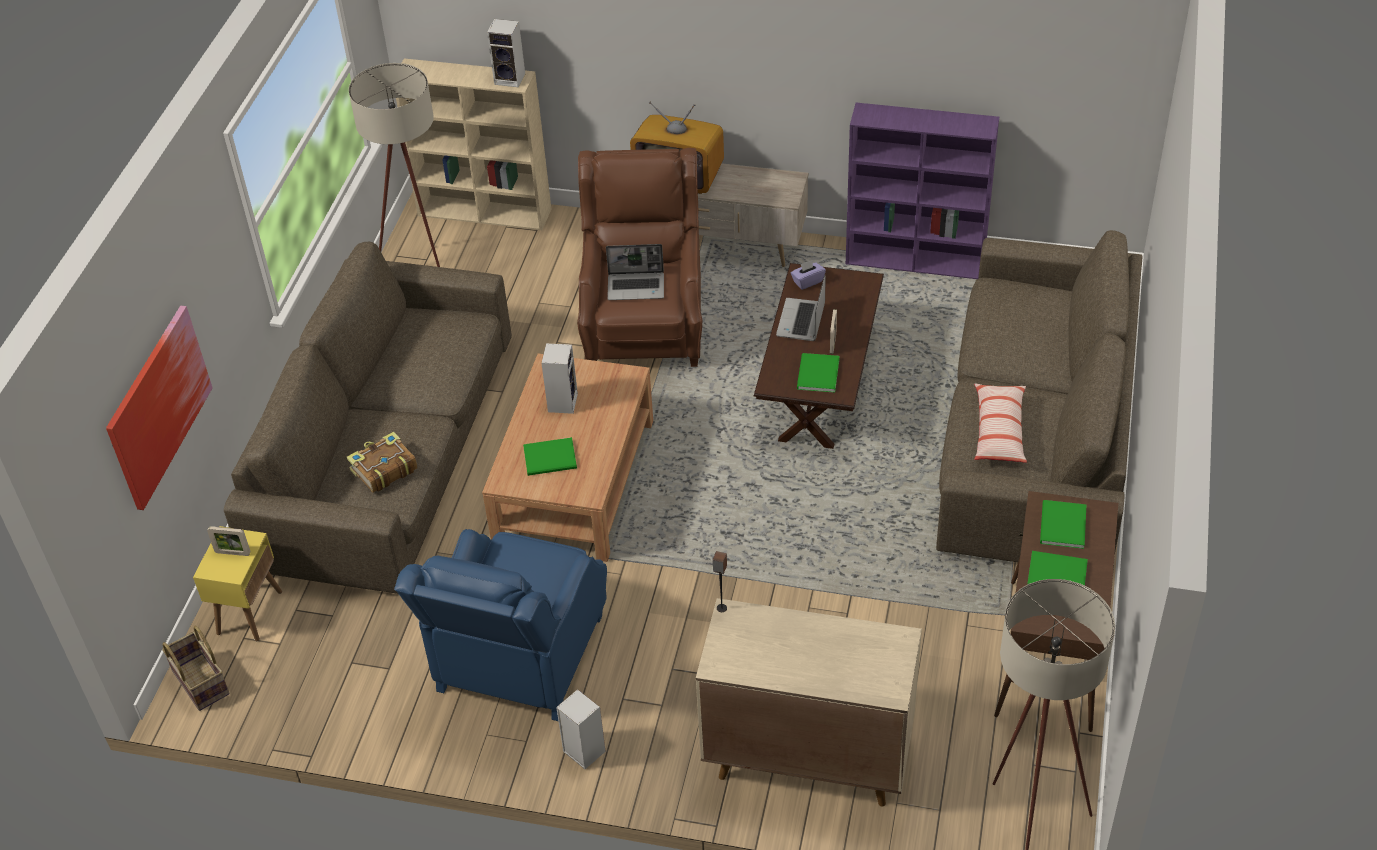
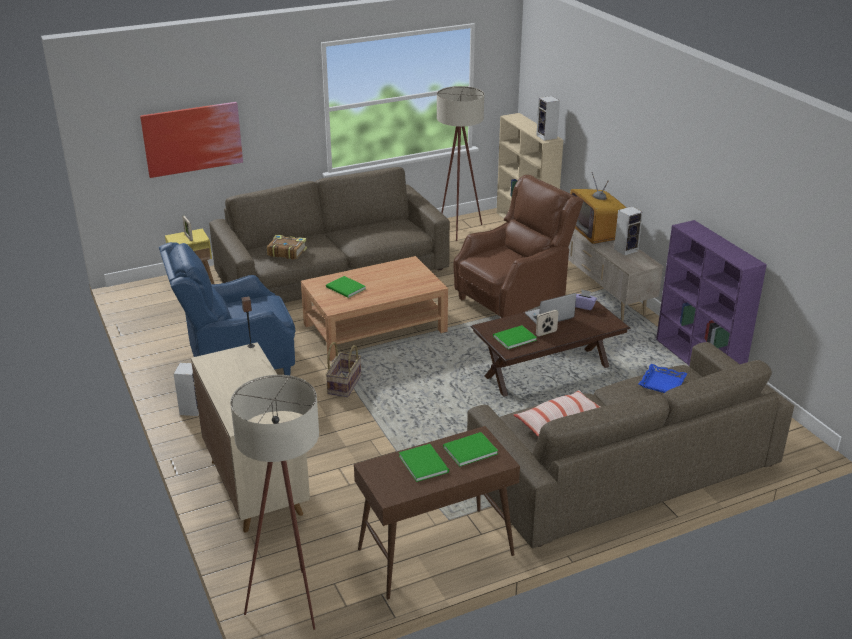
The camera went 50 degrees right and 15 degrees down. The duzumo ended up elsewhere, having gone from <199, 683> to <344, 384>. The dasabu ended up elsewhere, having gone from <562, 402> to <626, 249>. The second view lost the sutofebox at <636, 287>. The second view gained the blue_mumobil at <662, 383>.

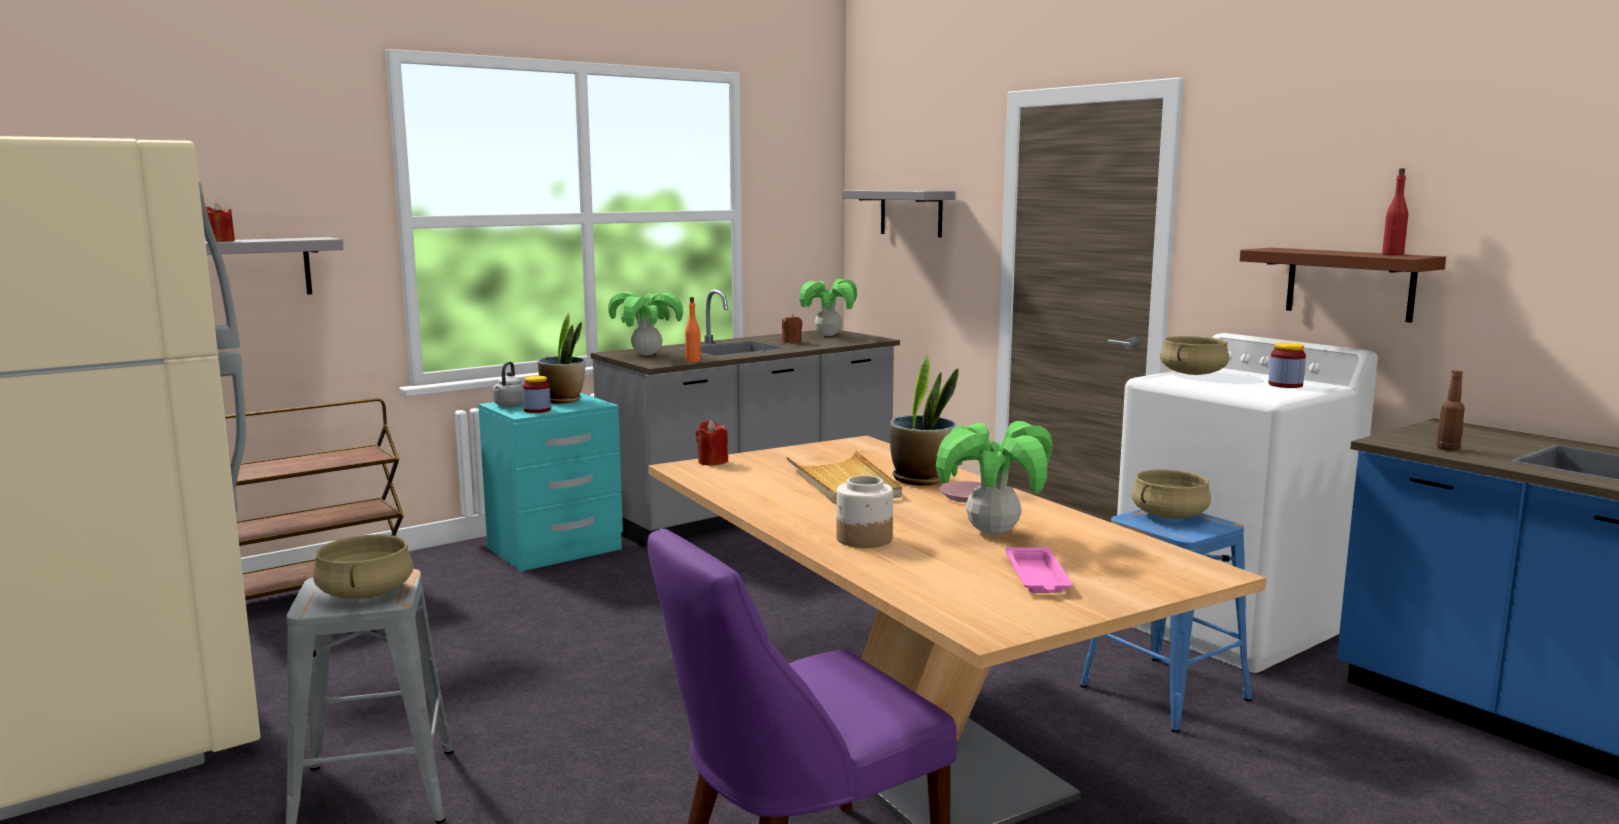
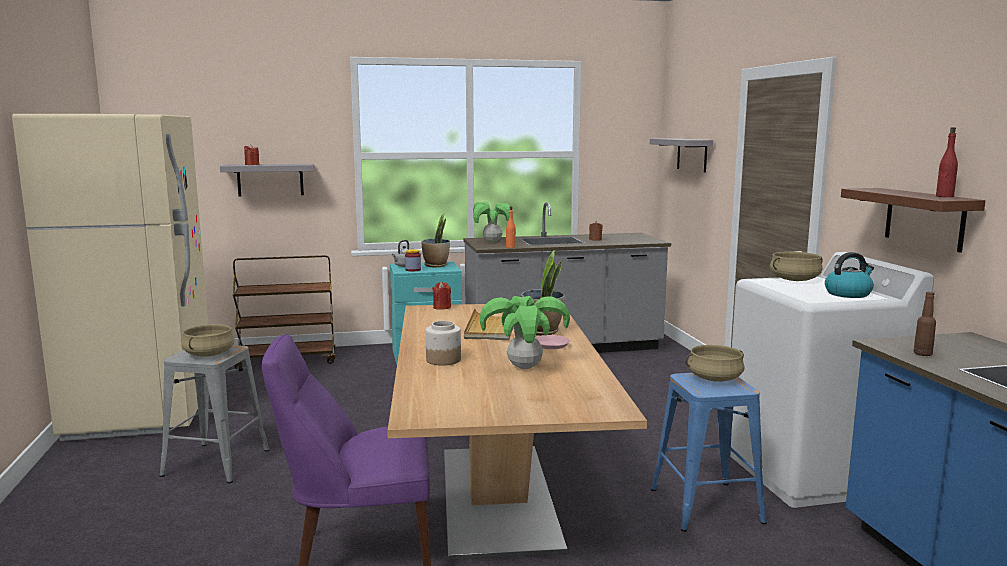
The camera went 25 degrees right and 0 degrees up. The second view lost the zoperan at <828, 335>. The second view lost the pink_mumobil at <1037, 577>. Where the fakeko stood at <1285, 385>, the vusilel came to stand at <848, 294>.

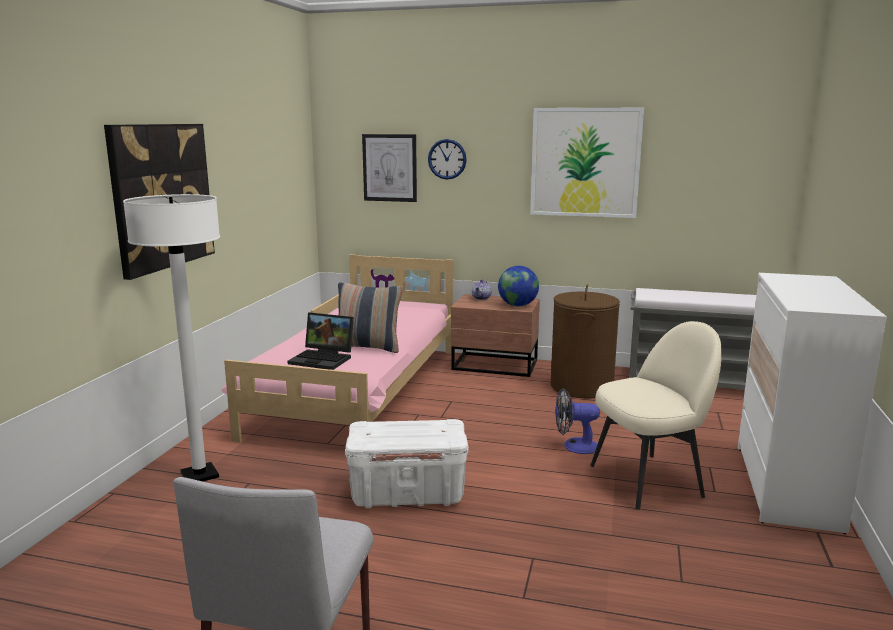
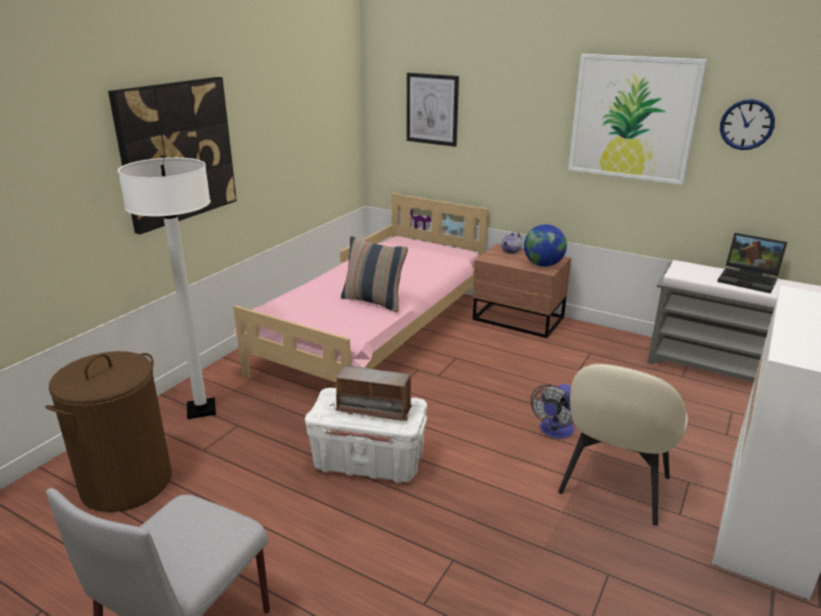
The camera went 15 degrees right and 10 degrees up. The sutofebox ended up elsewhere, having gone from <324, 359> to <749, 280>. The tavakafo ended up elsewhere, having gone from <447, 159> to <746, 124>. The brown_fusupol ended up elsewhere, having gone from <581, 387> to <126, 482>. The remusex at <574, 446> ended up facing another way, 75 degrees counterclockwise from before. The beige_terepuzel at <648, 480> ended up facing another way, 120 degrees clockwise from before. The second view gained the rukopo at <374, 409>.

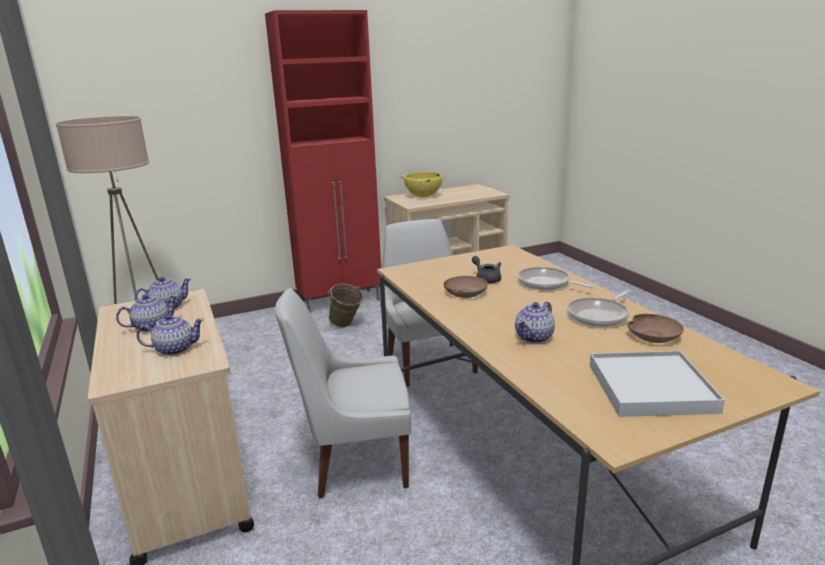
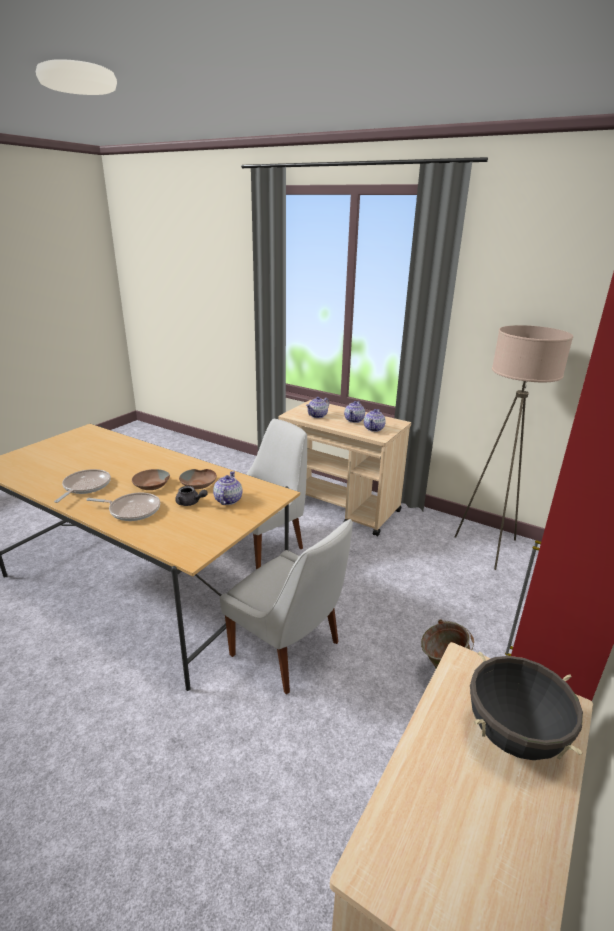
The camera went 145 degrees right and 5 degrees up. What was the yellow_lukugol at <423, 196> turned into the black_lukugol at <514, 735>. The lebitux ended up elsewhere, having gone from <534, 337> to <227, 500>. The second view lost the white_mumobil at <650, 387>. The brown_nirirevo ended up elsewhere, having gone from <654, 335> to <151, 485>.

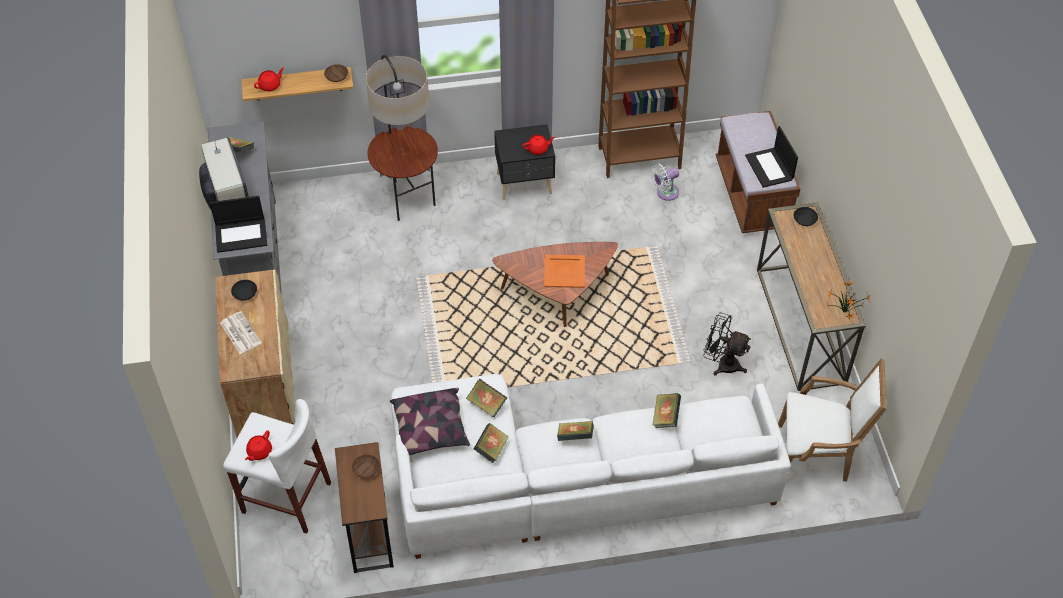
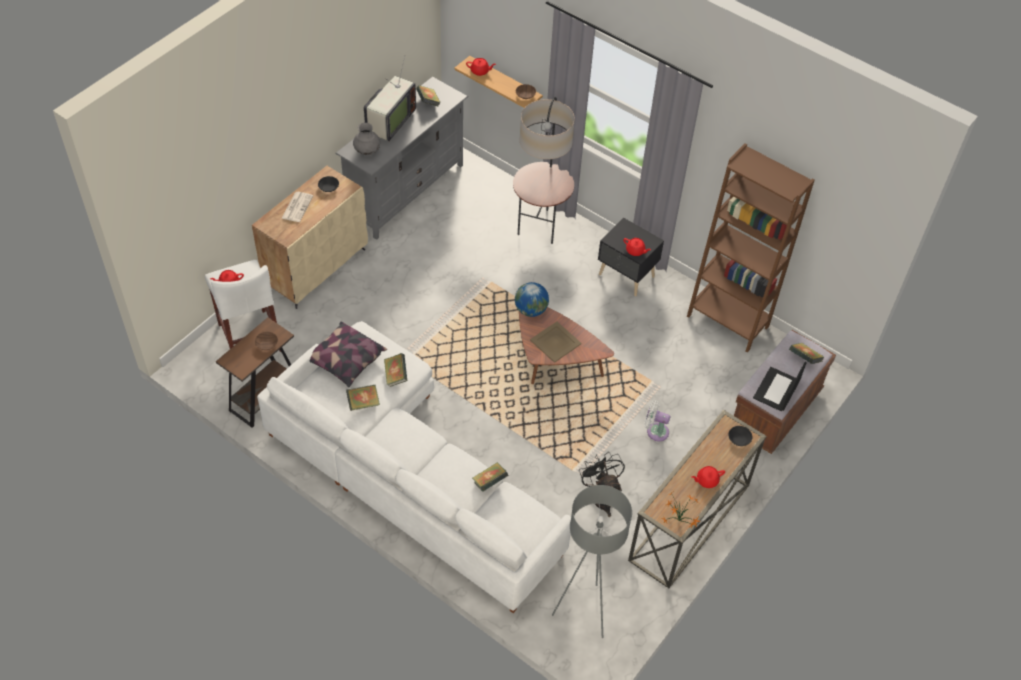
The camera went 45 degrees right and 0 degrees up. Where the sutofebox stood at <241, 235>, the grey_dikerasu came to stand at <367, 152>. What was the orange_mumobil at <564, 272> turned into the beige_mumobil at <555, 342>. The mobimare ended up elsewhere, having gone from <575, 437> to <804, 359>. The white_remusex ended up elsewhere, having gone from <665, 193> to <655, 431>. Where the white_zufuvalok stood at <818, 455>, the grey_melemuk came to stand at <584, 612>. The second view gained the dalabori at <531, 310>. The second view gained the red_lebitux at <706, 480>.

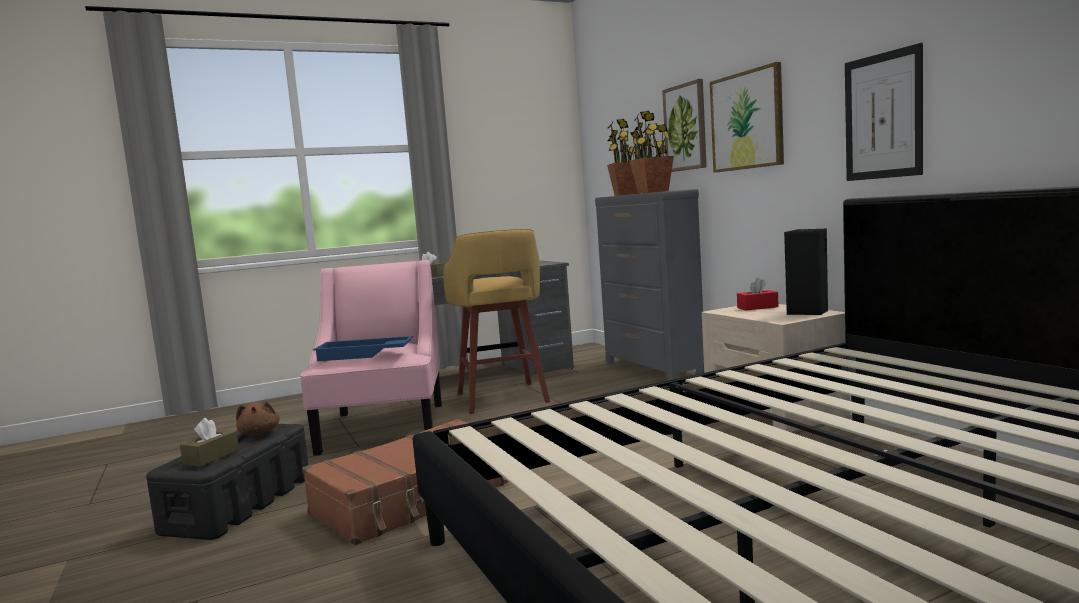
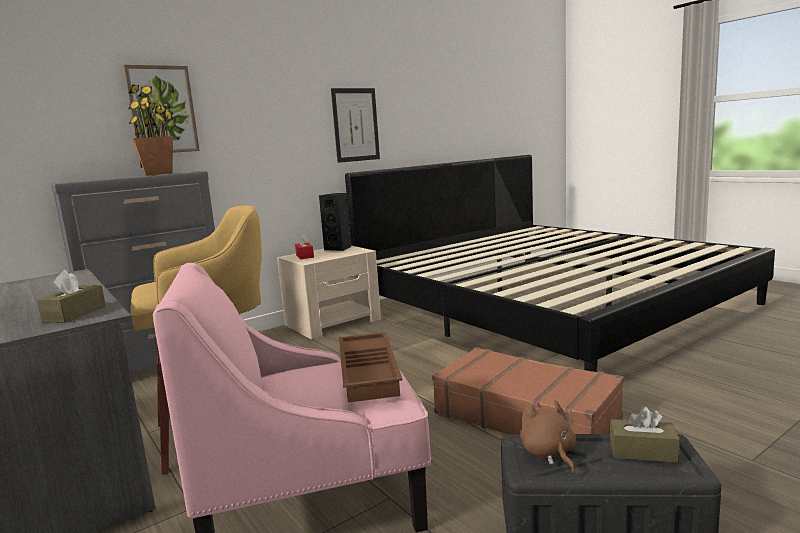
The camera went 100 degrees left and 5 degrees up. The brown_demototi at <259, 433> ended up facing another way, 75 degrees counterclockwise from before. What was the blue_mumobil at <364, 355> turned into the brown_mumobil at <370, 372>. The second view lost the zoperan at <627, 194>. The second view lost the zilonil at <747, 121>.

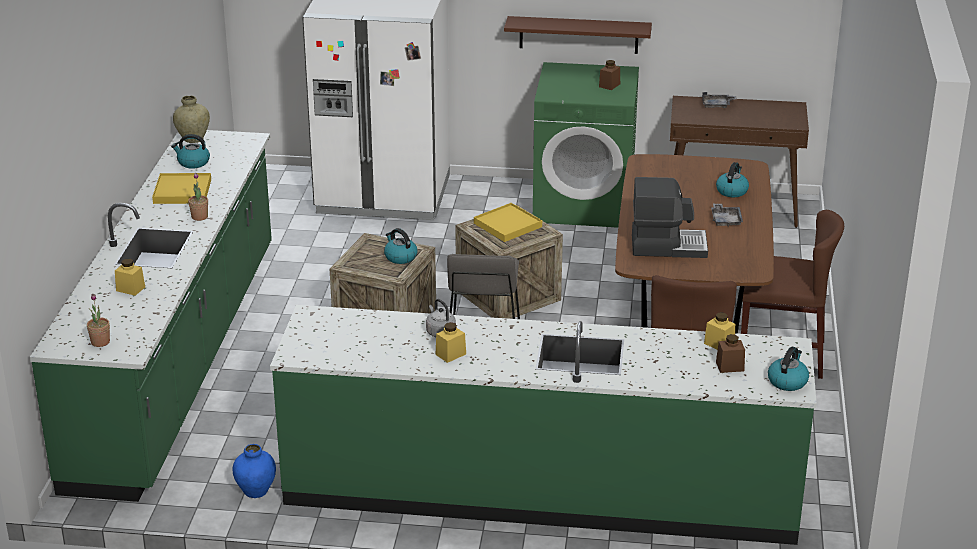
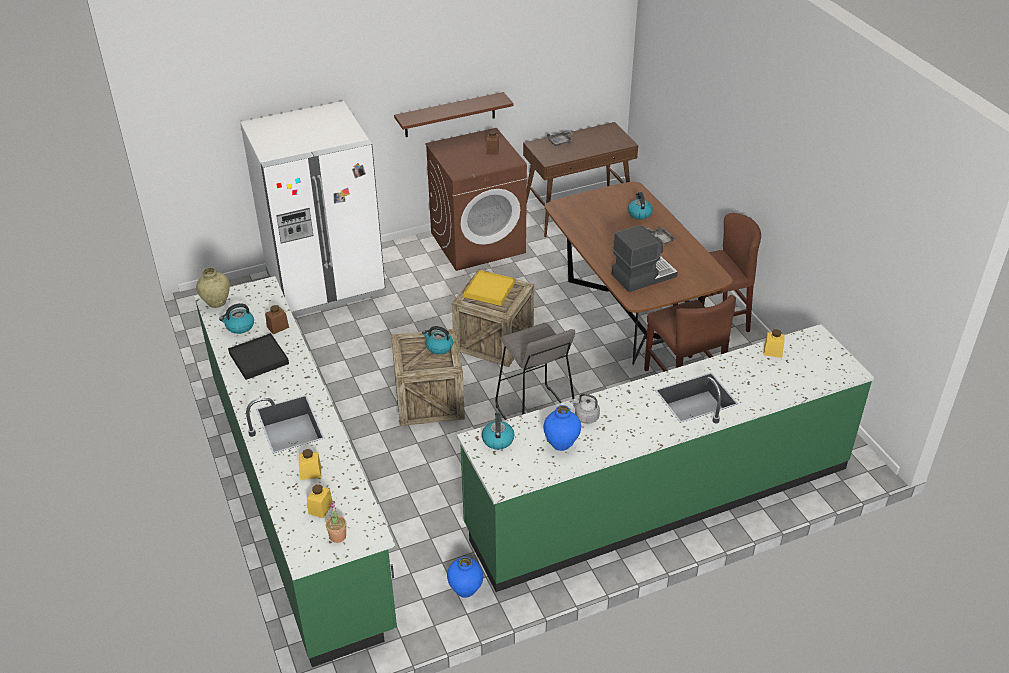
The camera went 30 degrees left and 10 degrees up. What was the yellow_mumobil at <182, 191> turned into the black_mumobil at <258, 358>. The second view lost the zoperan at <199, 217>. The yellow_fakeko ended up elsewhere, having gone from <450, 354> to <320, 508>. What was the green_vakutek at <584, 204> turned into the brown_vakutek at <478, 242>. The brown_fakeko ended up elsewhere, having gone from <730, 366> to <278, 327>. The vusilel ended up elsewhere, having gone from <787, 381> to <497, 439>. The second view gained the blue_dikerasu at <561, 443>.

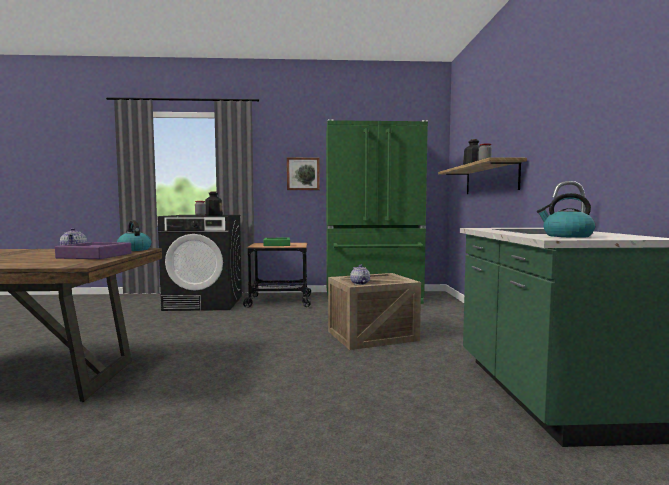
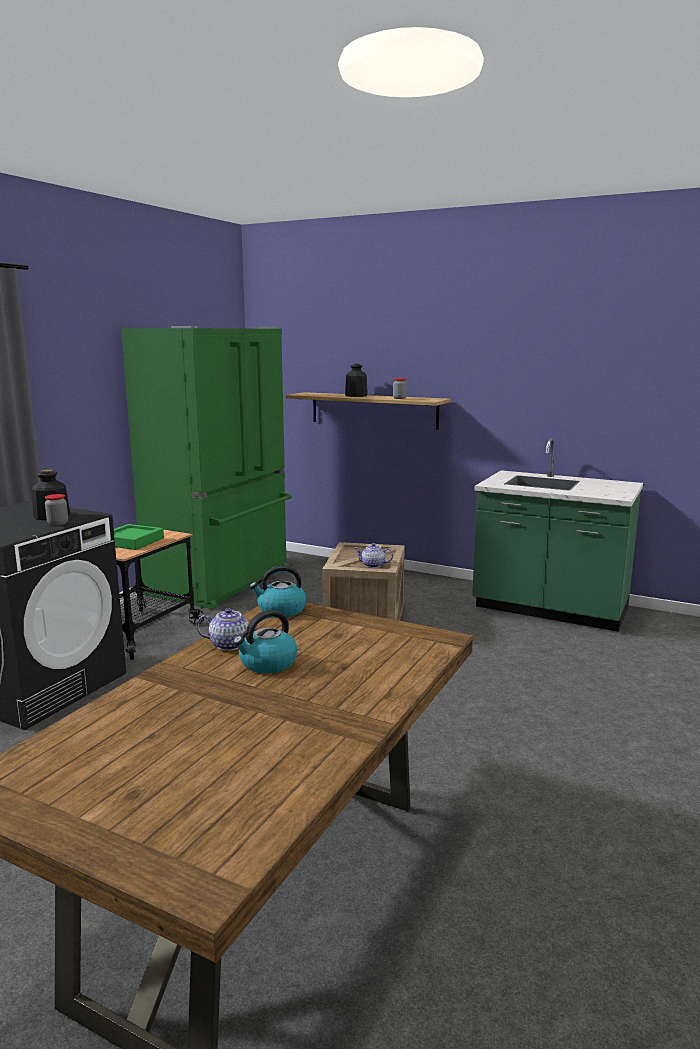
The camera went 60 degrees left and 10 degrees up. The second view lost the purple_mumobil at <95, 256>. The second view lost the zilonil at <303, 174>. The vusilel ended up elsewhere, having gone from <566, 236> to <267, 663>.

